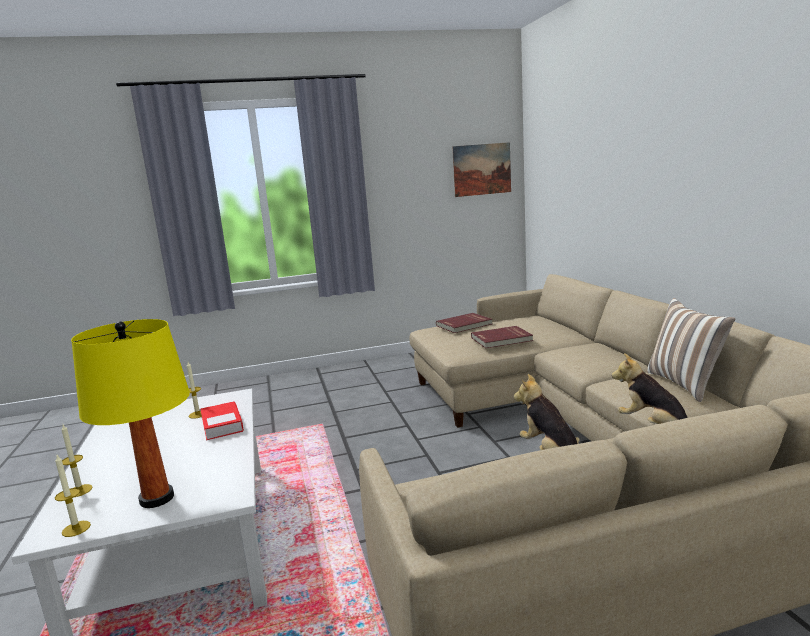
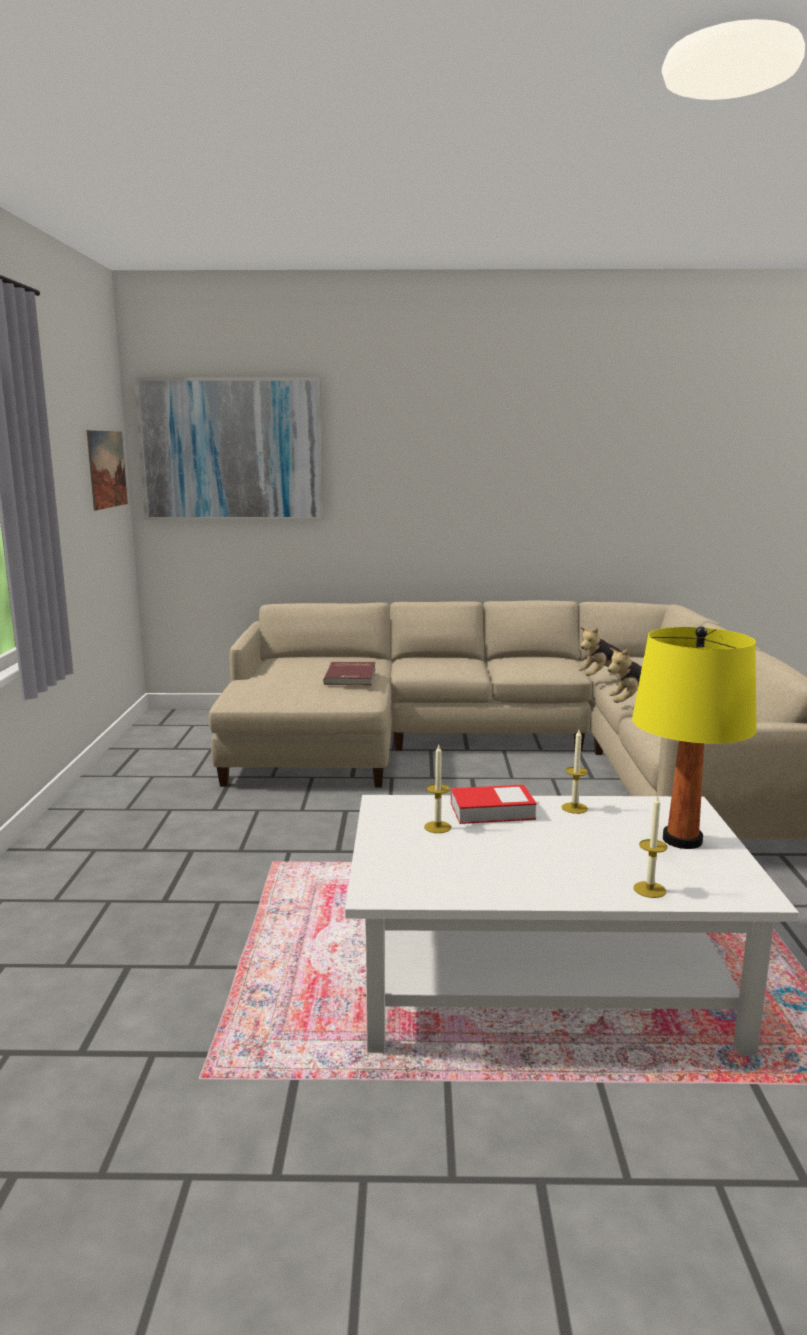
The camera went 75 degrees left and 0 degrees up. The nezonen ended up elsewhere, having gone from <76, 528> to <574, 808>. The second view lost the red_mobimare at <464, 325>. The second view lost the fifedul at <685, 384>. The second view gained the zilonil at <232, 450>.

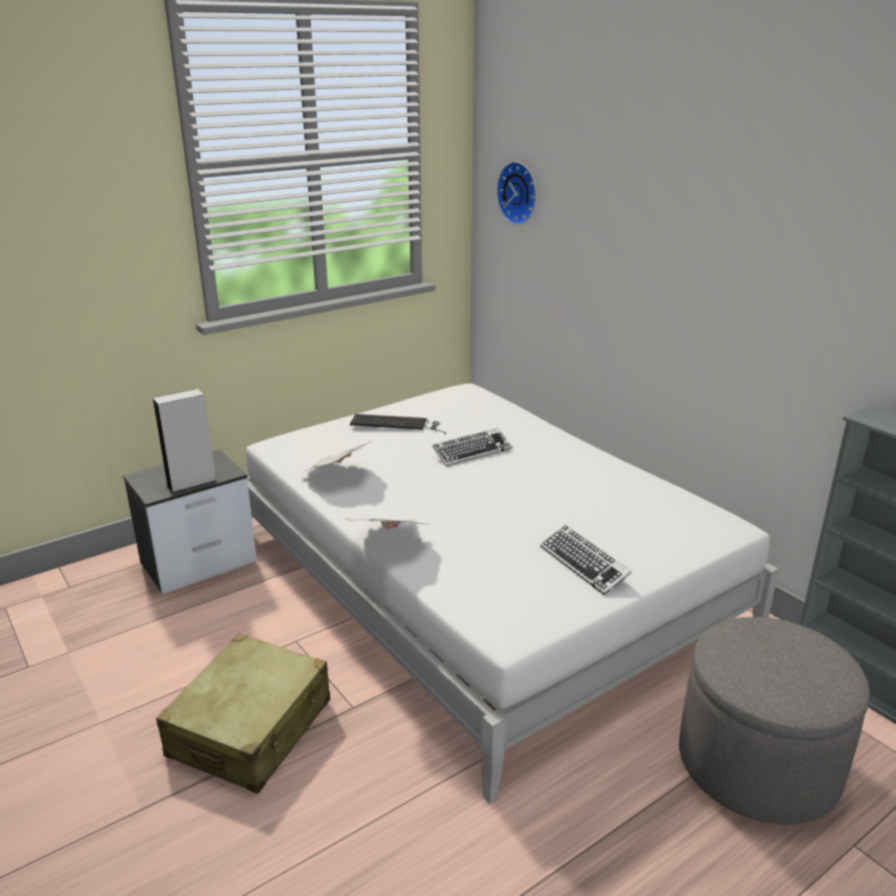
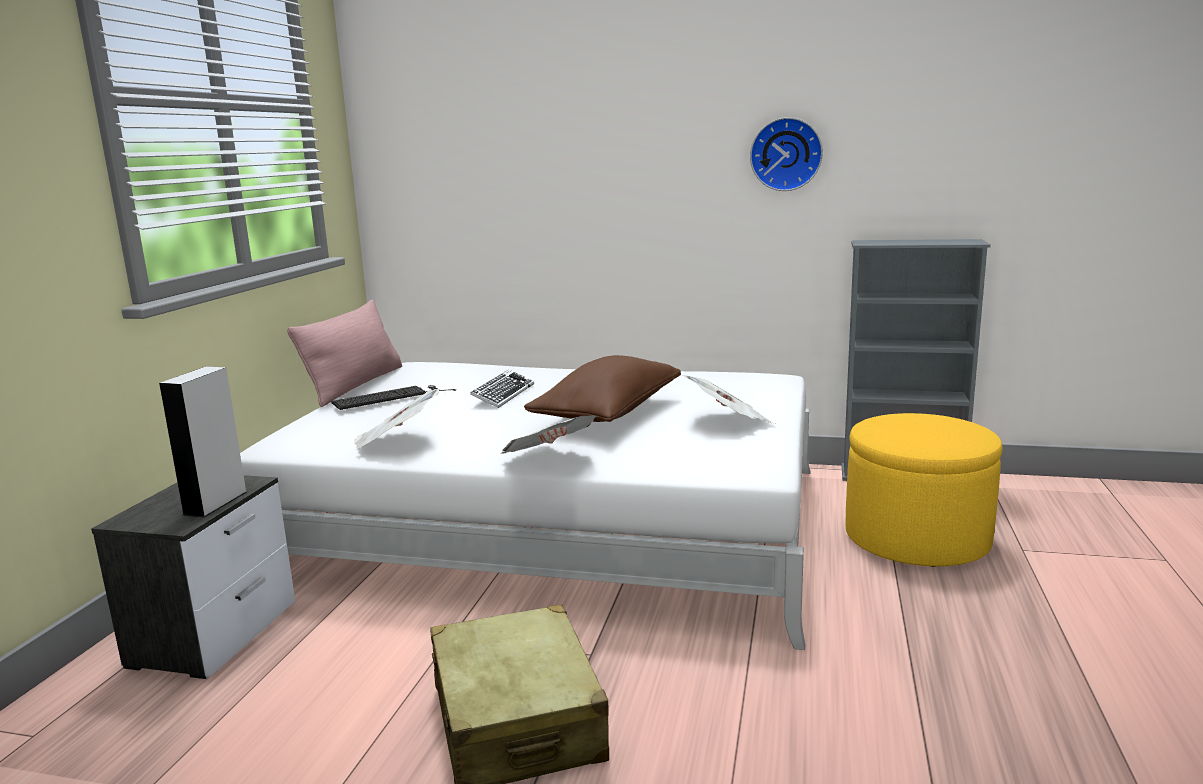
The camera went 40 degrees left and 10 degrees down. The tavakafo ended up elsewhere, having gone from <520, 193> to <786, 154>. Where the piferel stood at <584, 564>, the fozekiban came to stand at <729, 422>. What was the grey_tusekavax at <758, 764> turned into the yellow_tusekavax at <916, 538>. The second view gained the pink_fifedul at <355, 385>. The second view gained the brown_fifedul at <608, 414>.

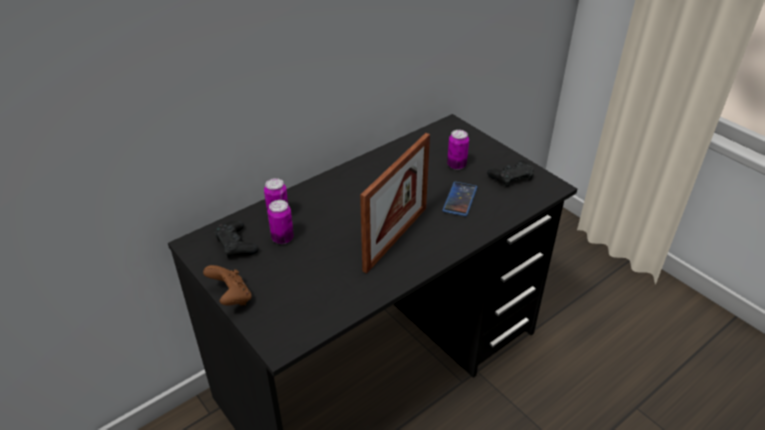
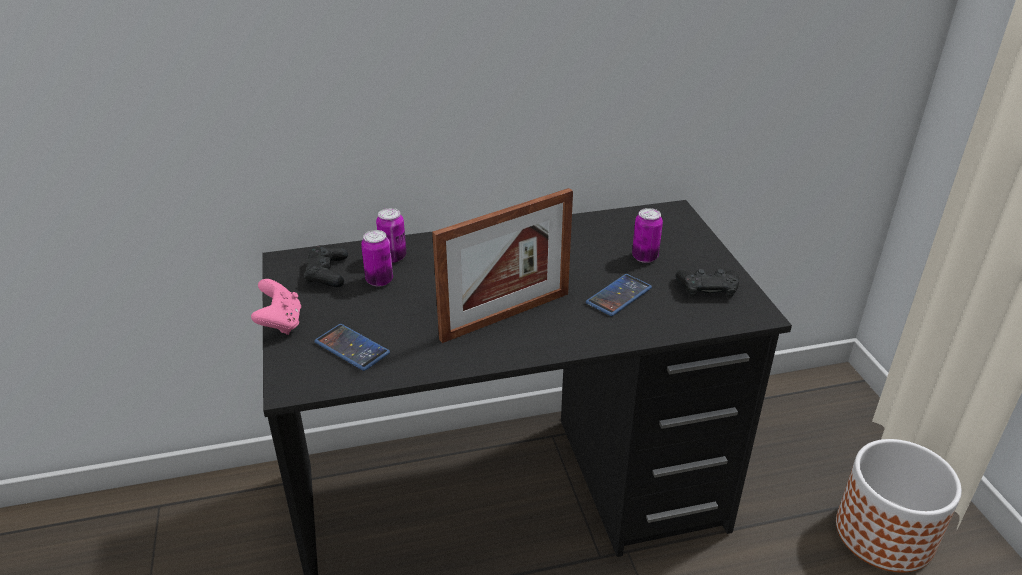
The camera went 25 degrees right and 5 degrees down. What was the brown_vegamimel at <231, 298> turned into the pink_vegamimel at <280, 323>. The second view gained the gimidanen at <352, 348>. The second view gained the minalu at <884, 534>.

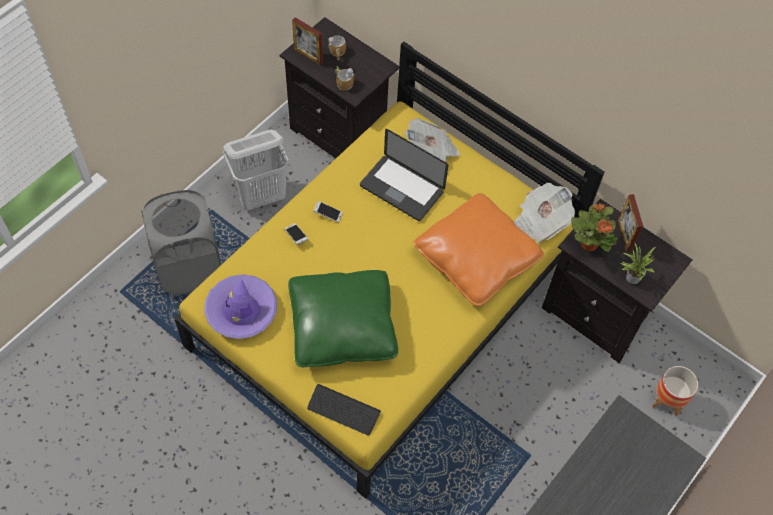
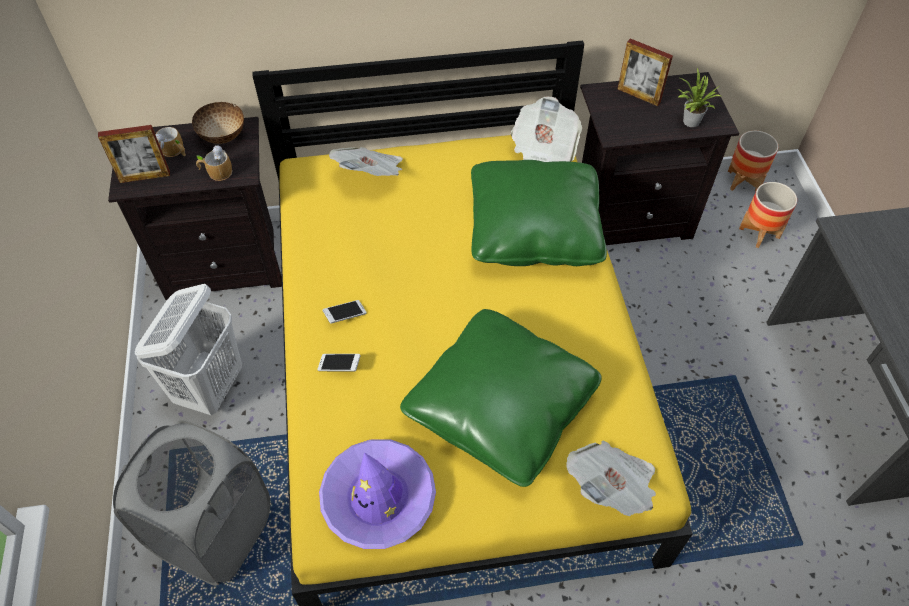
The camera went 45 degrees left and 5 degrees down. Where the piferel stood at <343, 410>, the fozekiban came to stand at <611, 486>. The second view lost the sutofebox at <401, 189>. What was the orange_fifedul at <476, 258> turned into the green_fifedul at <534, 230>. The second view lost the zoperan at <589, 244>. The second view gained the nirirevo at <223, 137>. The second view gained the minalu at <743, 181>.

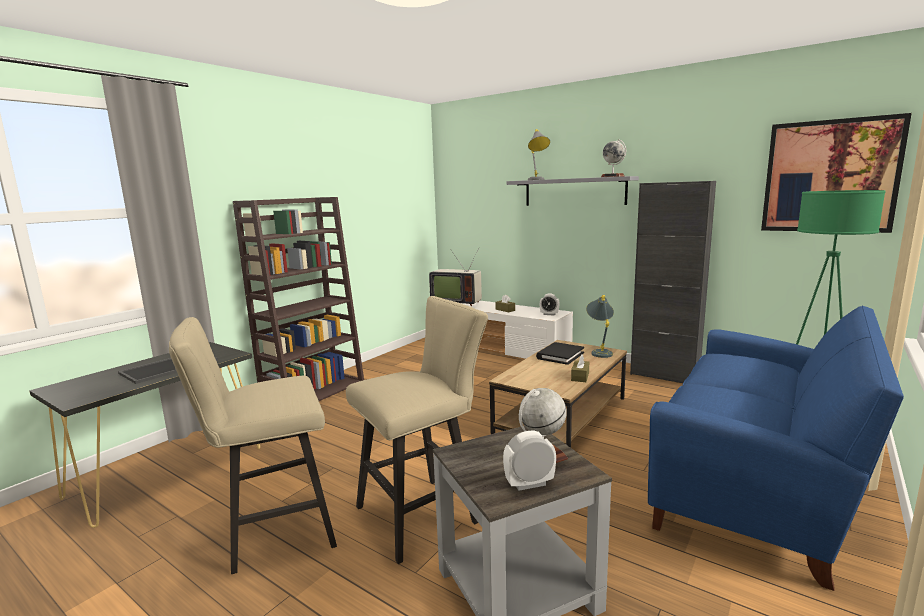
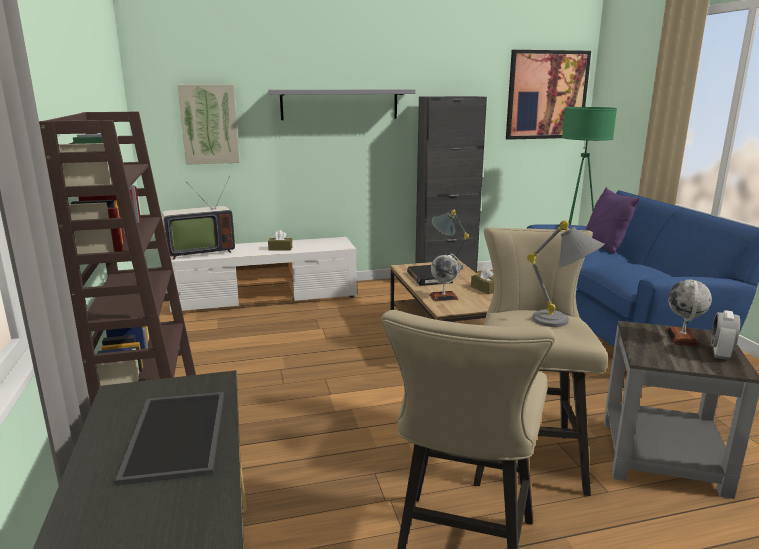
The camera went 50 degrees left and 5 degrees up. The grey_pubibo ended up elsewhere, having gone from <537, 179> to <563, 323>. The second view lost the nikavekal at <549, 314>. The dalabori ended up elsewhere, having gone from <612, 176> to <443, 297>. The second view gained the zilonil at <209, 124>. The second view gained the purple_fifedul at <603, 246>.

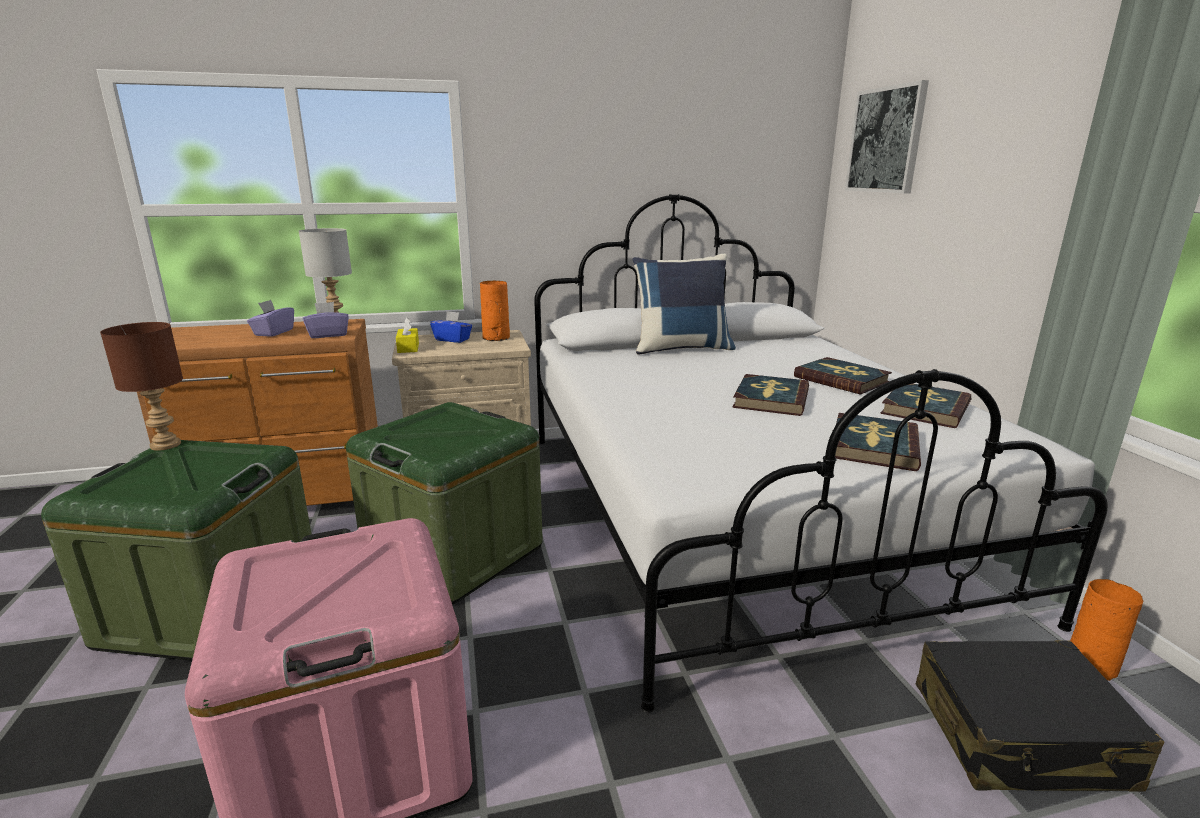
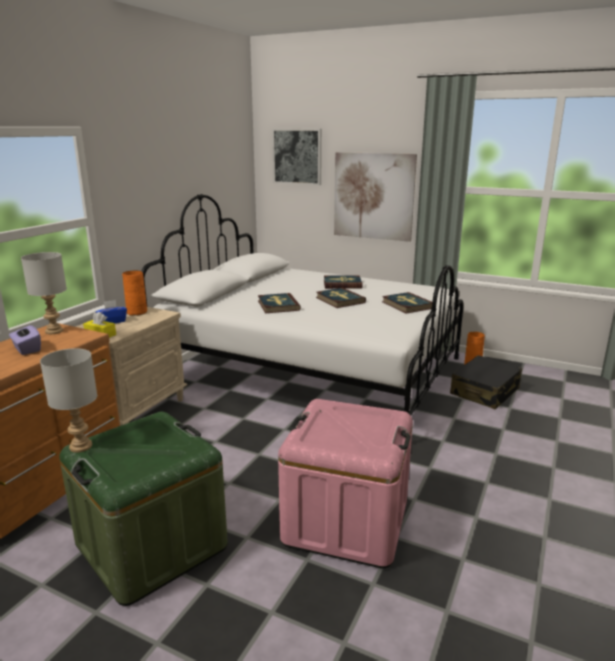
The camera went 50 degrees left and 0 degrees up. What was the brown_pubibo at <165, 444> turned into the grey_pubibo at <80, 446>. The second view lost the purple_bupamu at <328, 335>. The second view lost the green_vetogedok at <454, 552>. The second view lost the blue_fifedul at <681, 348>. The mobimare ended up elsewhere, having gone from <924, 408> to <278, 305>. The second view gained the zilonil at <373, 196>.

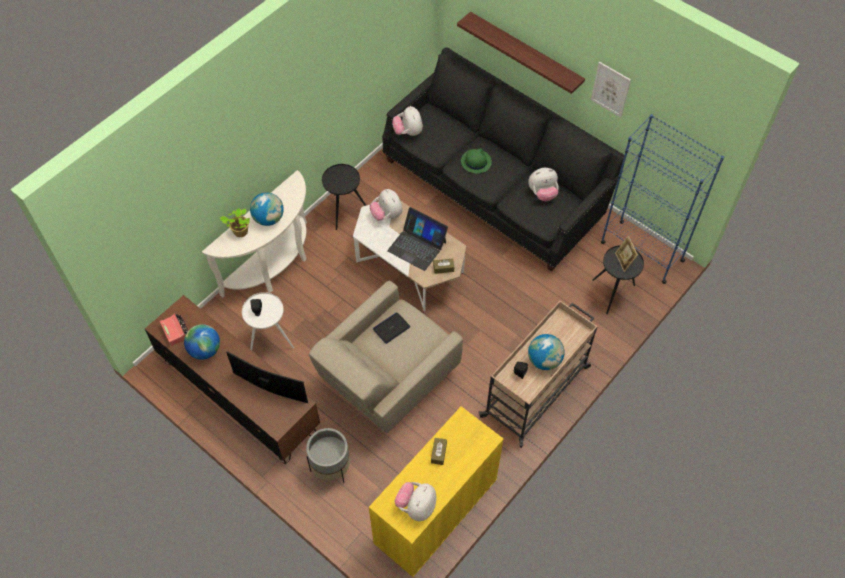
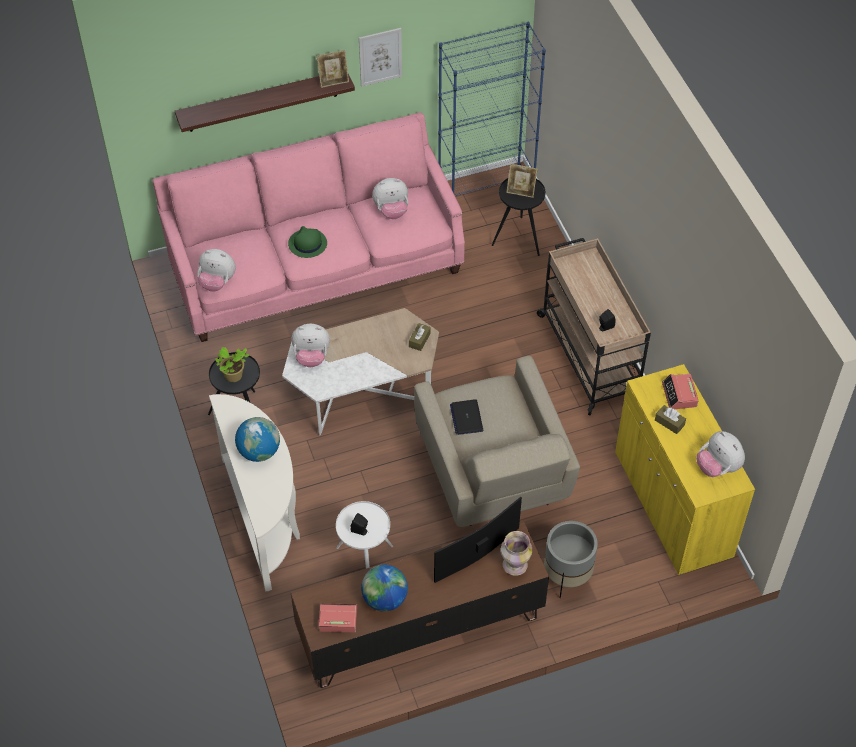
The camera went 60 degrees left and 5 degrees down. The zoperan ended up elsewhere, having gone from <239, 232> to <233, 377>. What was the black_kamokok at <495, 187> turned into the pink_kamokok at <315, 265>. The second view lost the sutofebox at <417, 246>. The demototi at <542, 193> ended up facing another way, 60 degrees clockwise from before. The second view lost the dalabori at <544, 360>. The second view gained the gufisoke at <333, 81>. The second view gained the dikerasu at <514, 565>. The second view gained the nikavekal at <679, 395>.

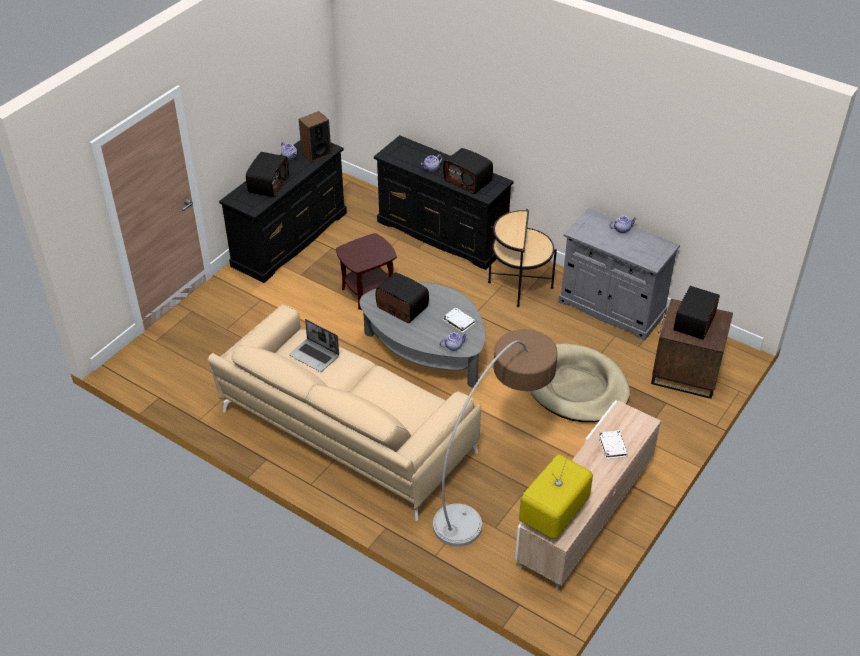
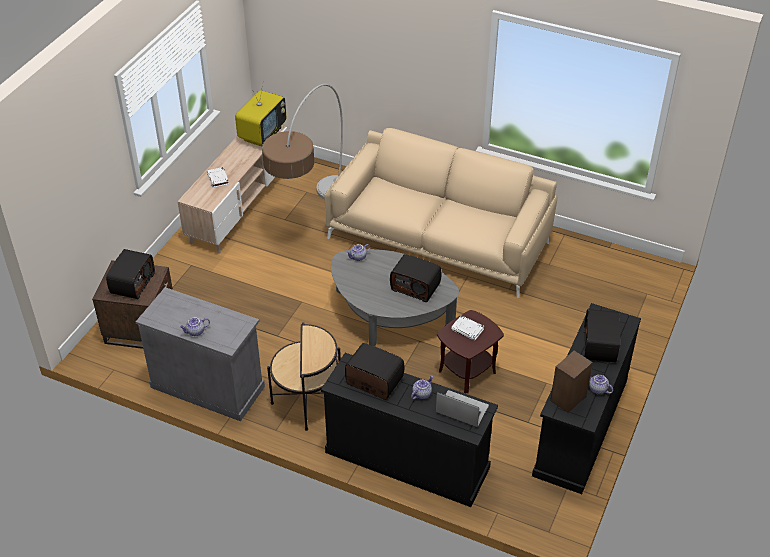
The camera went 170 degrees right and 0 degrees up. The sutofebox ended up elsewhere, having gone from <315, 356> to <461, 410>. The white_mobimare ended up elsewhere, having gone from <458, 321> to <467, 330>. The second view lost the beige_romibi at <577, 387>.

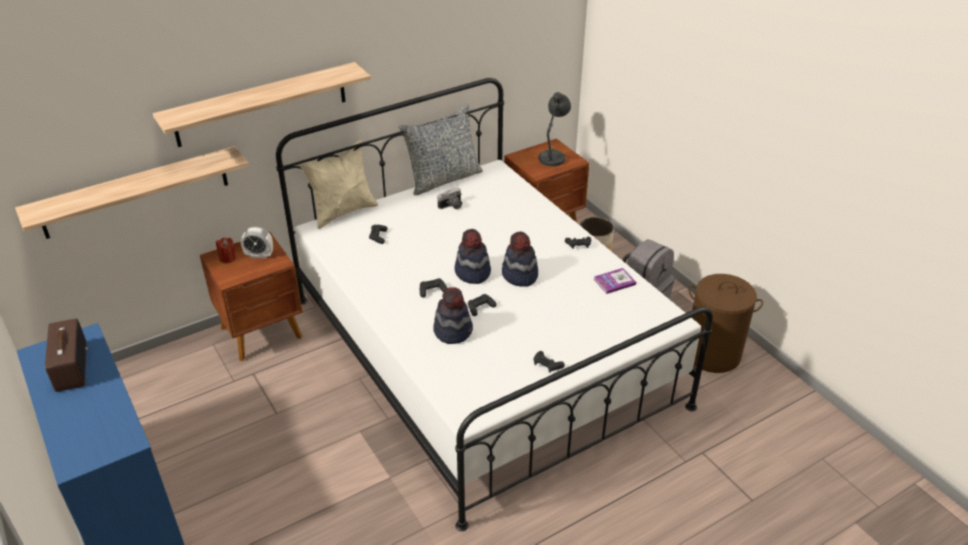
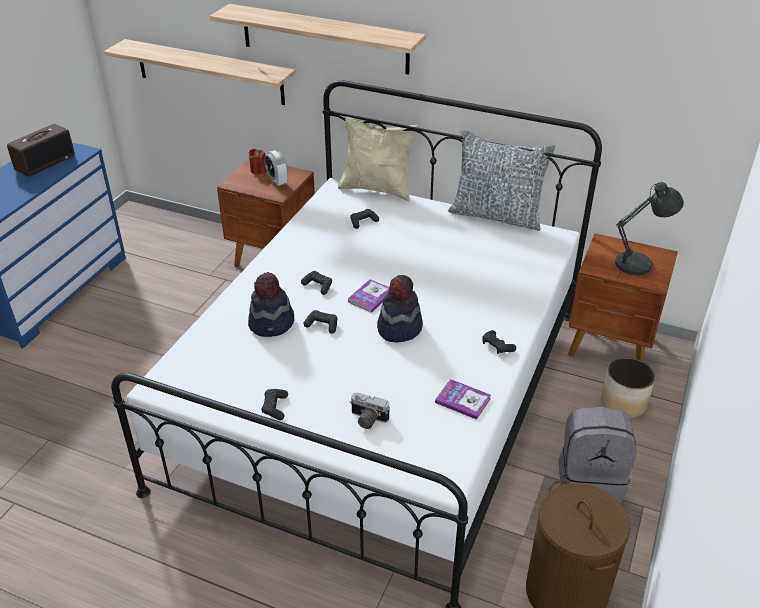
The camera went 55 degrees right and 0 degrees up. The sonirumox ended up elsewhere, having gone from <451, 206> to <367, 420>. Where the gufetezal stood at <472, 272>, the mobimare came to stand at <370, 297>.

